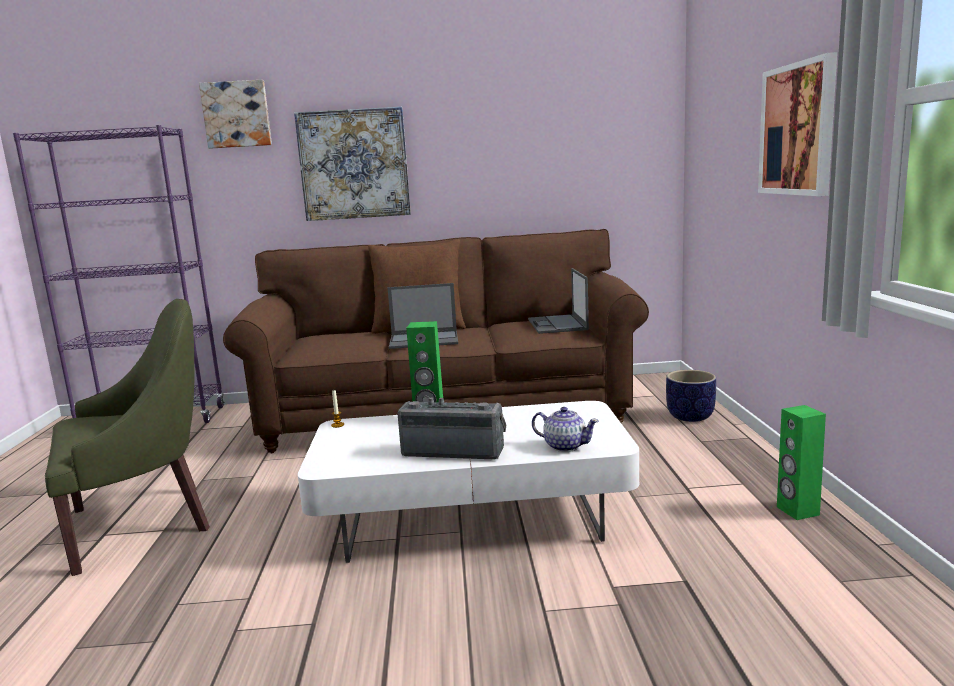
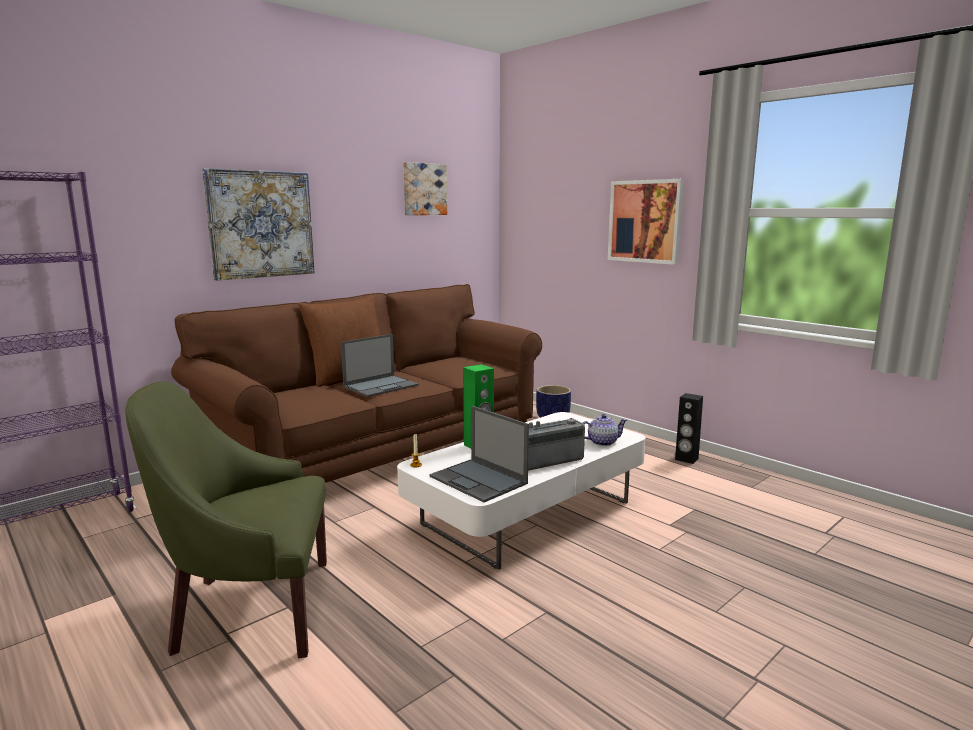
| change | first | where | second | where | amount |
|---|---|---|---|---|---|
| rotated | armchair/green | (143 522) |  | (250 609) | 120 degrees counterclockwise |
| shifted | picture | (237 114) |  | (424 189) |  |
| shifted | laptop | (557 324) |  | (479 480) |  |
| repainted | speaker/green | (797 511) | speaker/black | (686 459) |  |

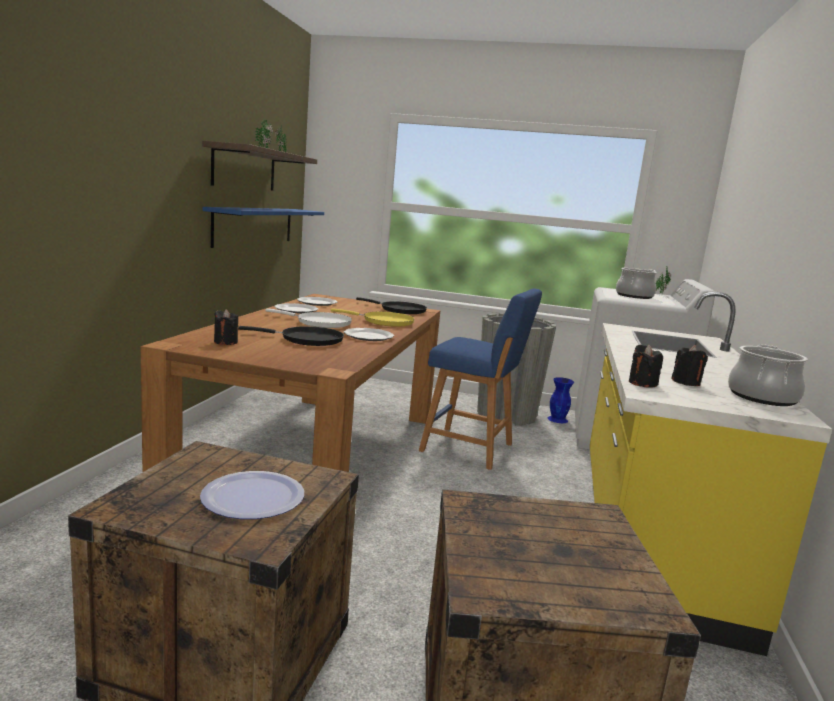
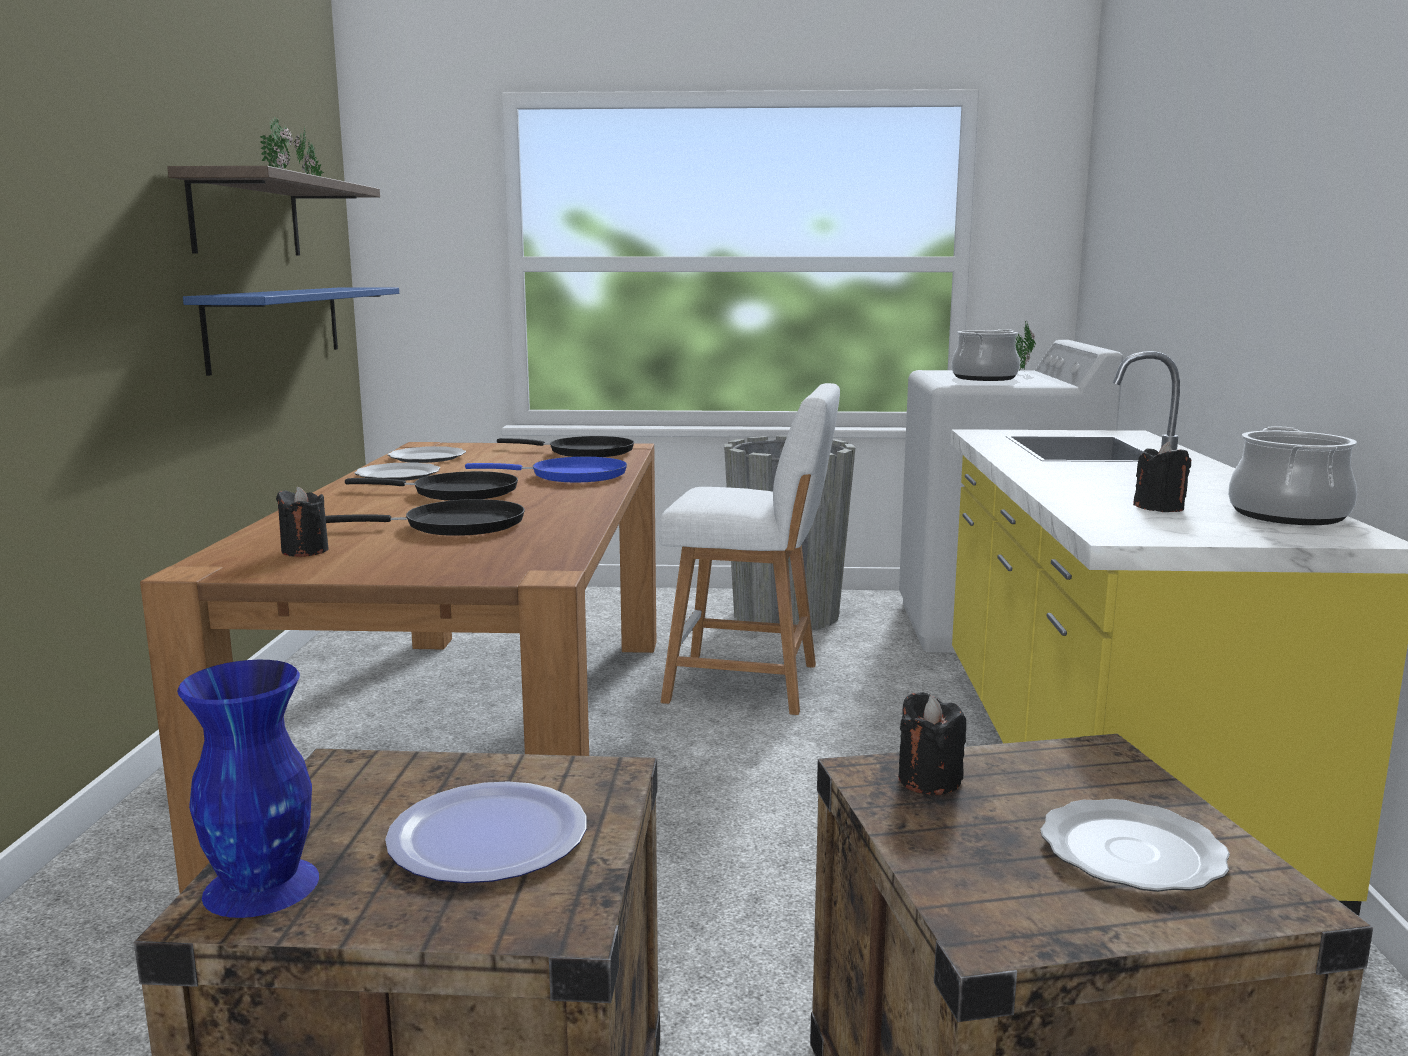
| change | first | where | second | where | amount |
|---|---|---|---|---|---|
| shifted | vase/blue | (558 419) |  | (263 886) |  |
| repainted | frying pan/white | (320 323) | frying pan/black | (458 493) |  |
| repainted | frying pan/yellow | (384 322) | frying pan/blue | (571 476) |  |
| repainted | stool/blue | (471 449) | stool/white | (751 684) |  |
| shifted | candle/black | (642 383) |  | (929 780) |  |
| shifted | plate | (368 336) |  | (1132 853) |  |

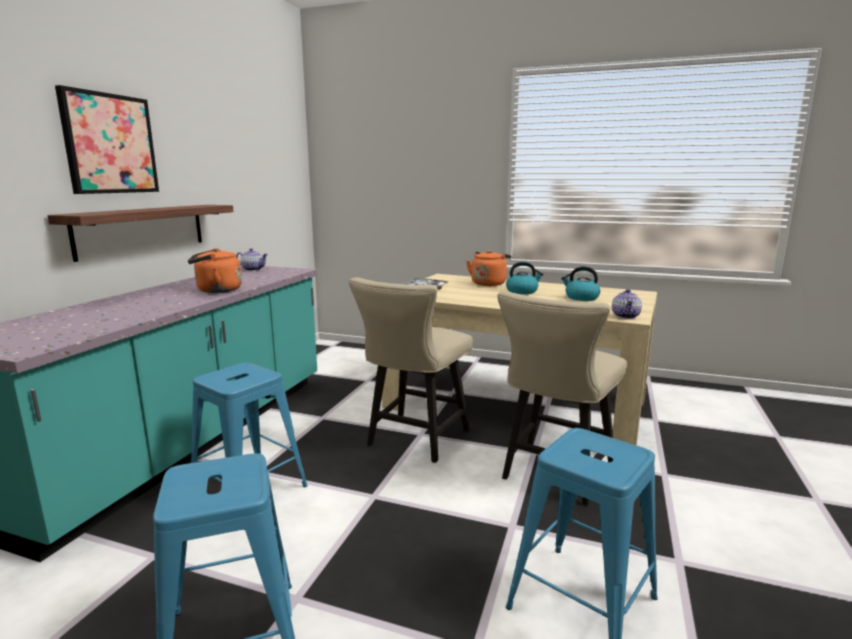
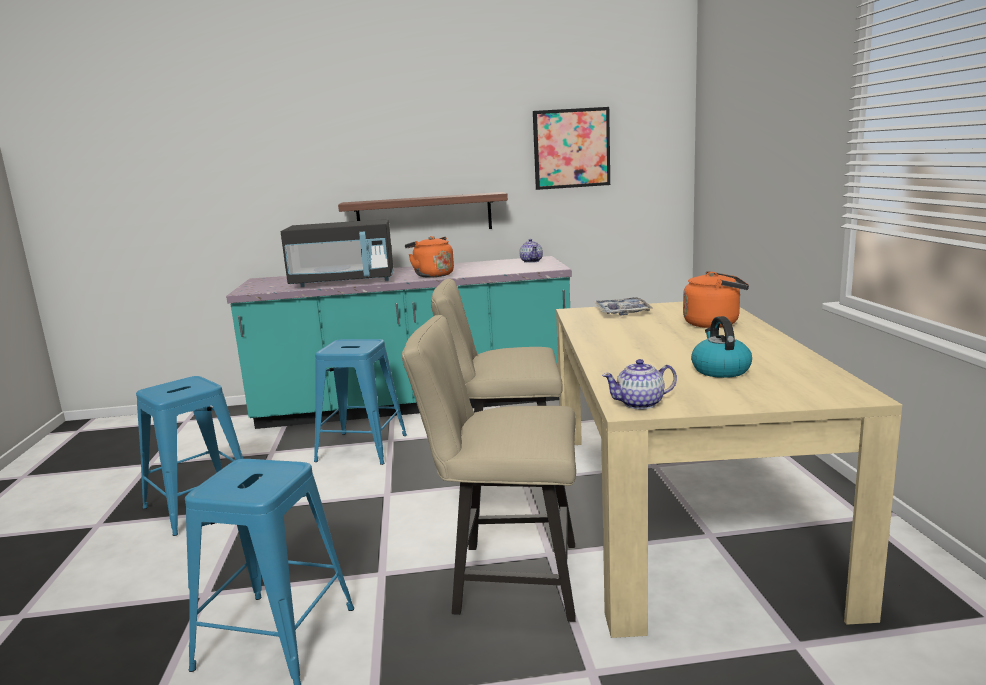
| change | first | where | second | where | amount |
|---|---|---|---|---|---|
| new |  |  | microwave/black | (344 282) |  |
| shifted | picture | (109 144) |  | (571 148) |  |
| gone | kettle | (522 291) |  |  |  |

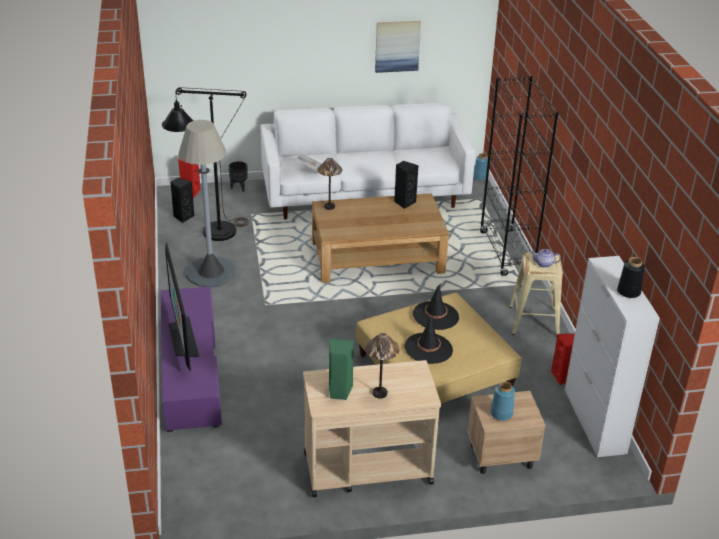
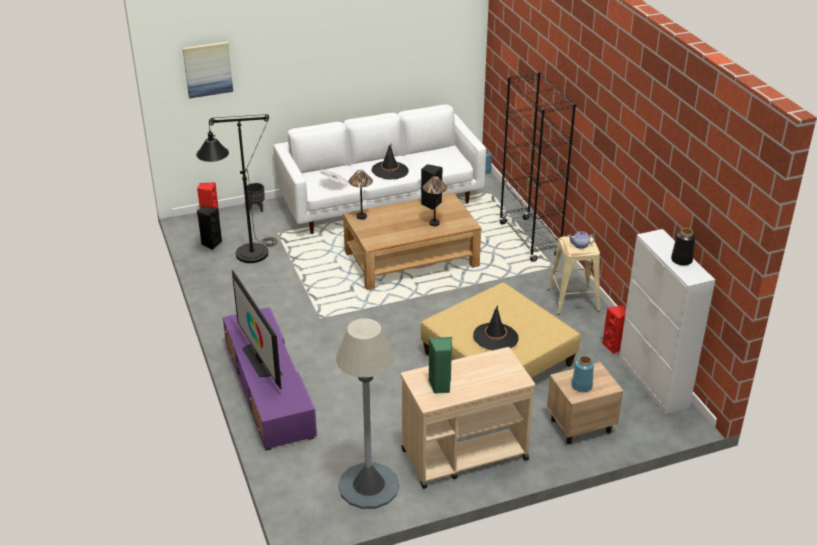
| change | first | where | second | where | amount |
|---|---|---|---|---|---|
| shifted | picture | (397 46) |  | (208 69) |  |
| shifted | floor lamp/grey | (211 273) |  | (369 486) |  |
| shifted | hat/black | (435 316) |  | (390 170) |  |
| shifted | table lamp | (380 393) |  | (434 223) |  |

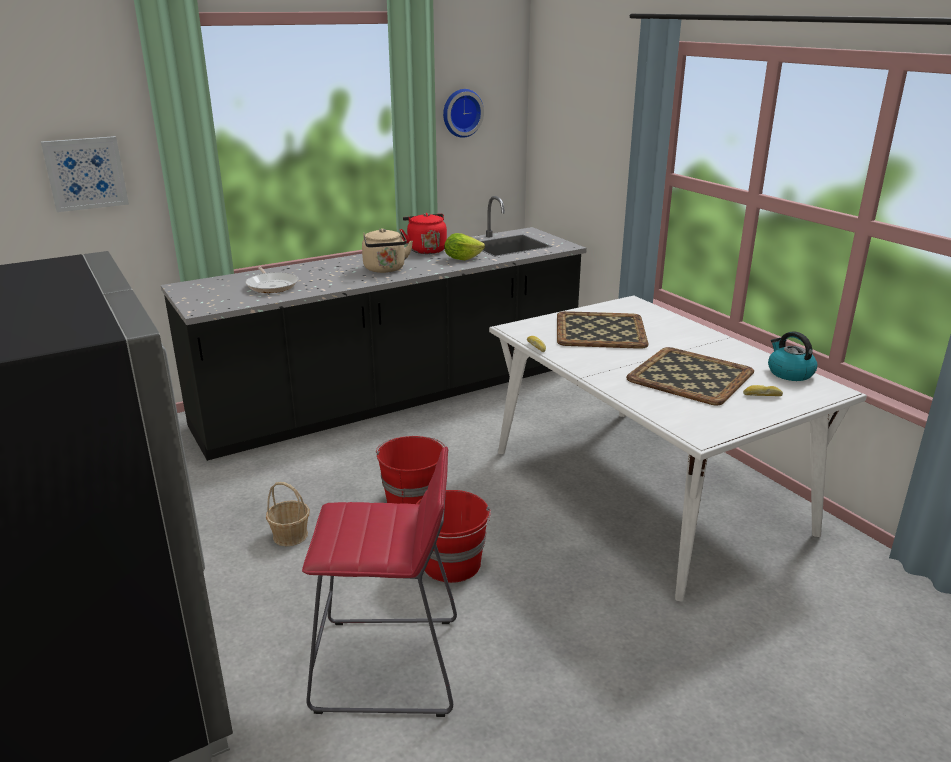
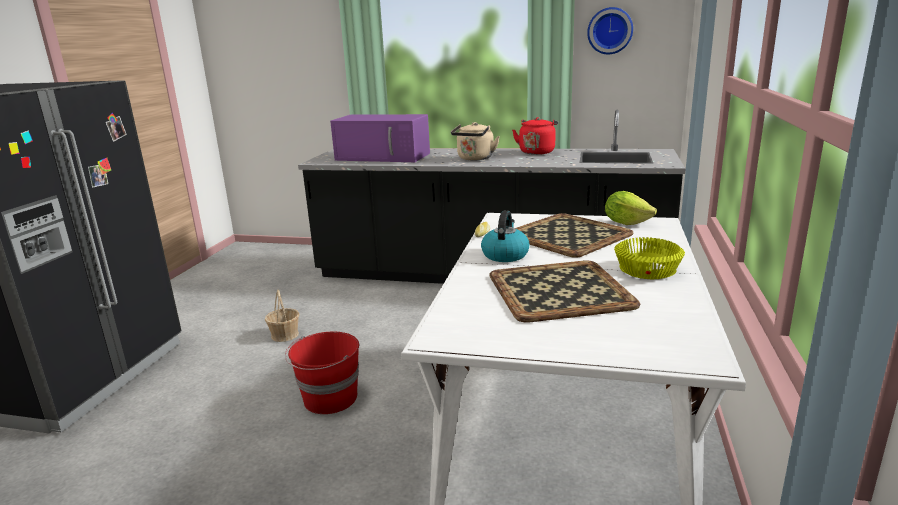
| change | first | where | second | where | amount |
|---|---|---|---|---|---|
| swapped | frying pan | (272 285) | microwave/purple | (384 156) |  |
| shifted | kettle | (789 373) |  | (505 255) |  |
| shifted | lettuce | (462 258) |  | (626 223) |  |
| new |  |  | bowl/yellow | (646 270) |  |
| gone | picture | (85 173) |  |  |  |
| gone | stool/red | (388 665) |  |  |  |
| gone | bucket/red | (412 500) |  |  |  |
| gone | bread | (762 395) |  |  |  |

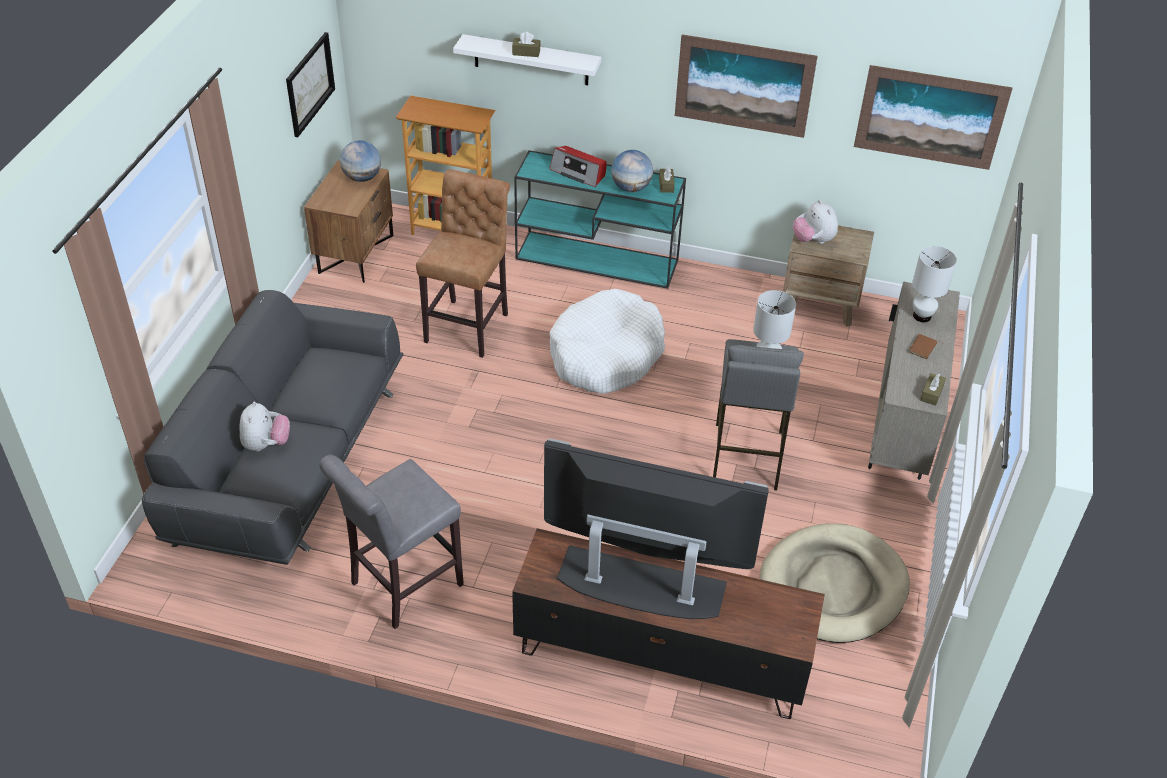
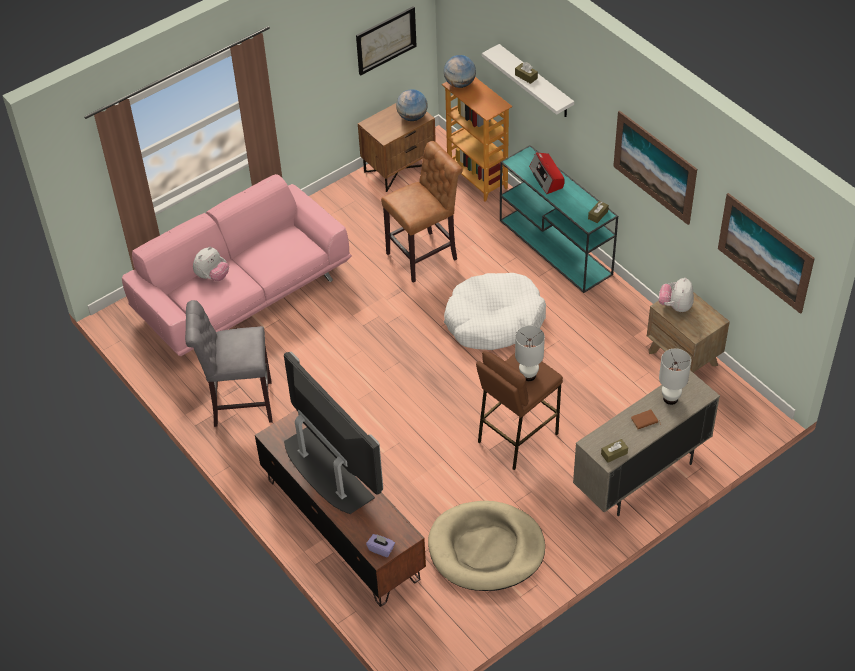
| change | first | where | second | where | amount |
|---|---|---|---|---|---|
| repainted | sofa/grey | (288 460) | sofa/pink | (242 293) |  |
| new |  |  | tissue box/purple | (381 549) |  |
| shifted | globe | (631 188) |  | (460 84) |  |
| repainted | stool/grey | (746 456) | stool/brown | (517 437) |  |

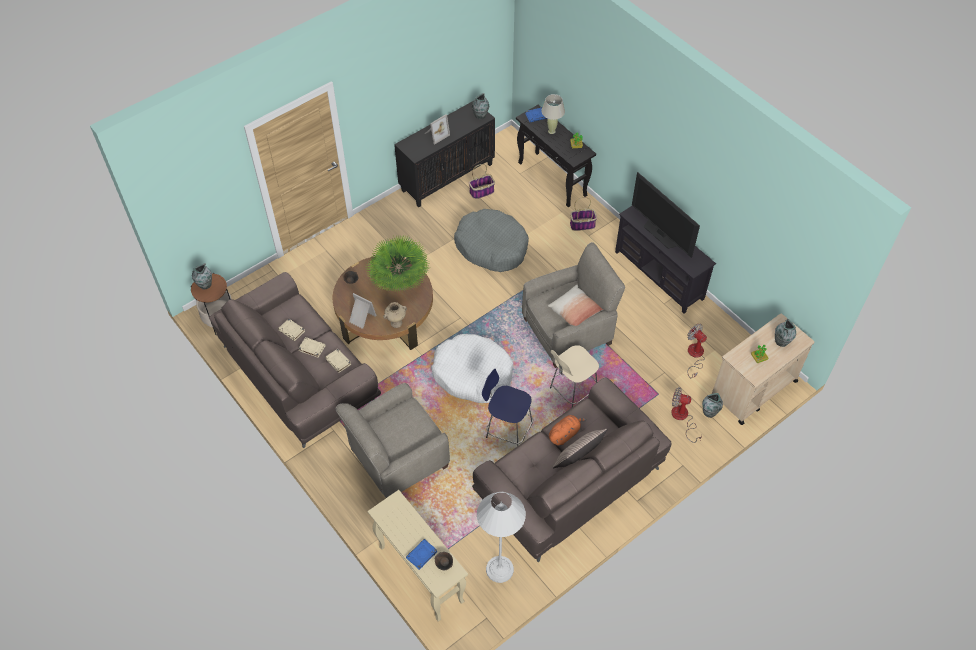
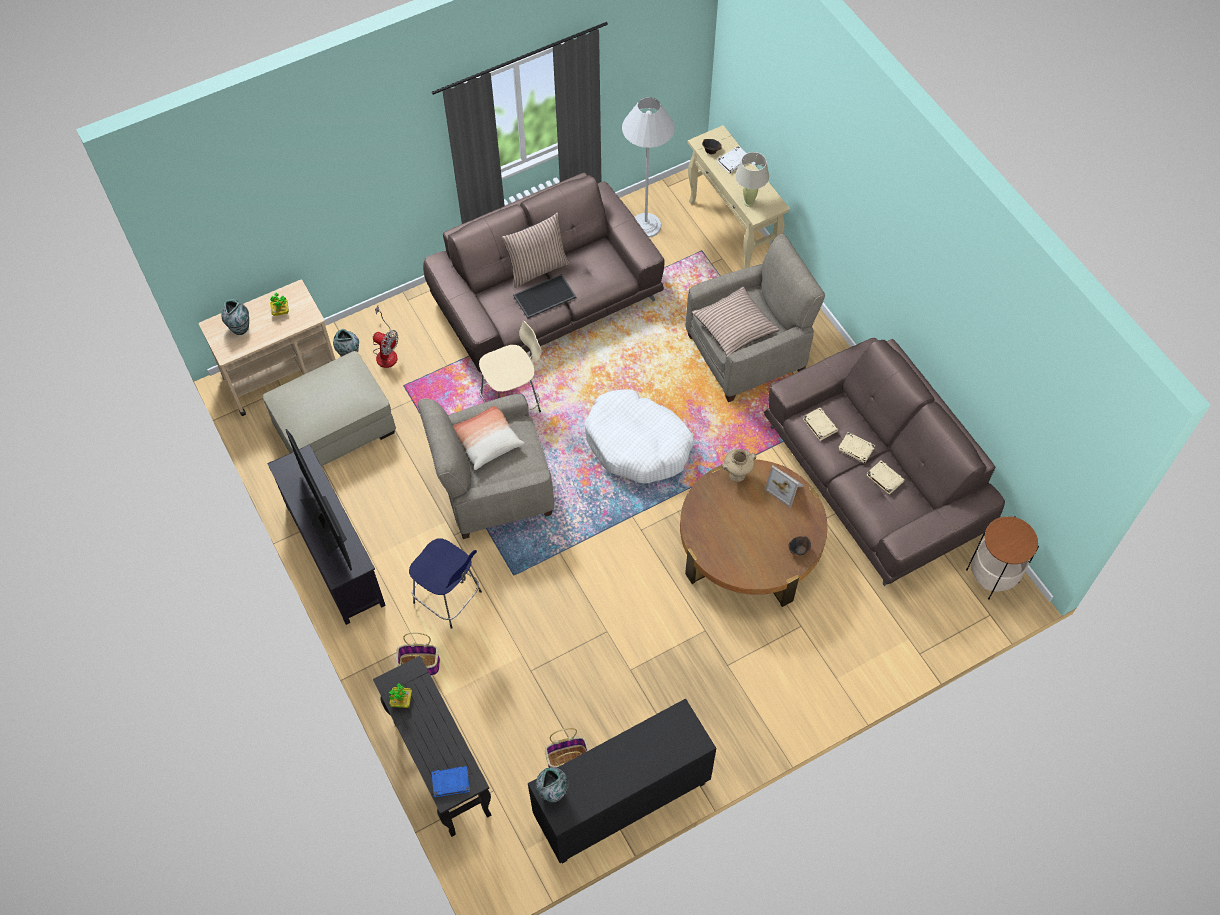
| change | first | where | second | where | amount |
|---|---|---|---|---|---|
| swapped | fan | (695 356) | ottoman/beige | (336 428) |  |
| shifted | stool/blue | (507 429) |  | (449 598) |  |
| swapped | plush toy/orange | (564 434) | tray | (544 297) |  |
| new |  |  | pillow | (734 327) |  |
| repainted | book/blue | (421 555) | book/white | (734 161) |  |
| shifted | table lamp/beige | (551 131) |  | (749 202) |  |
| gone | vase | (205 285) |  |  |  |
| gone | potted plant | (399 283) |  |  |  |
| gone | picture frame | (436 134) |  |  |  |
| gone | dog bed/grey | (491 246) |  |  |  |

